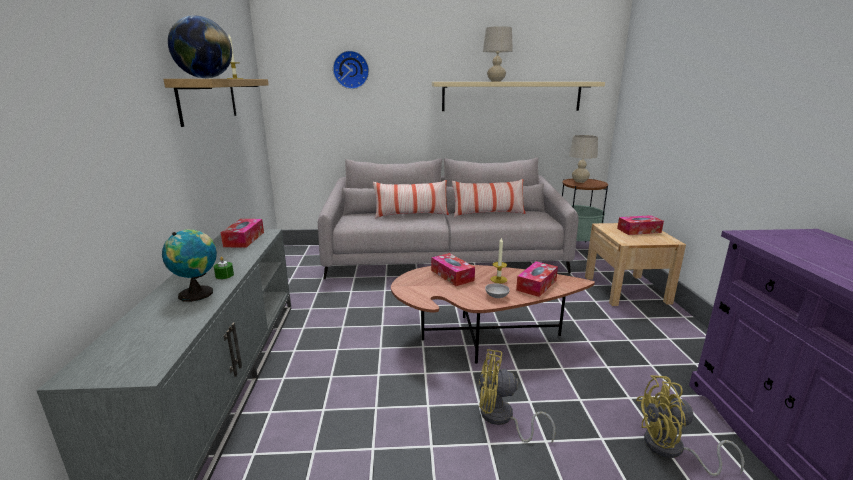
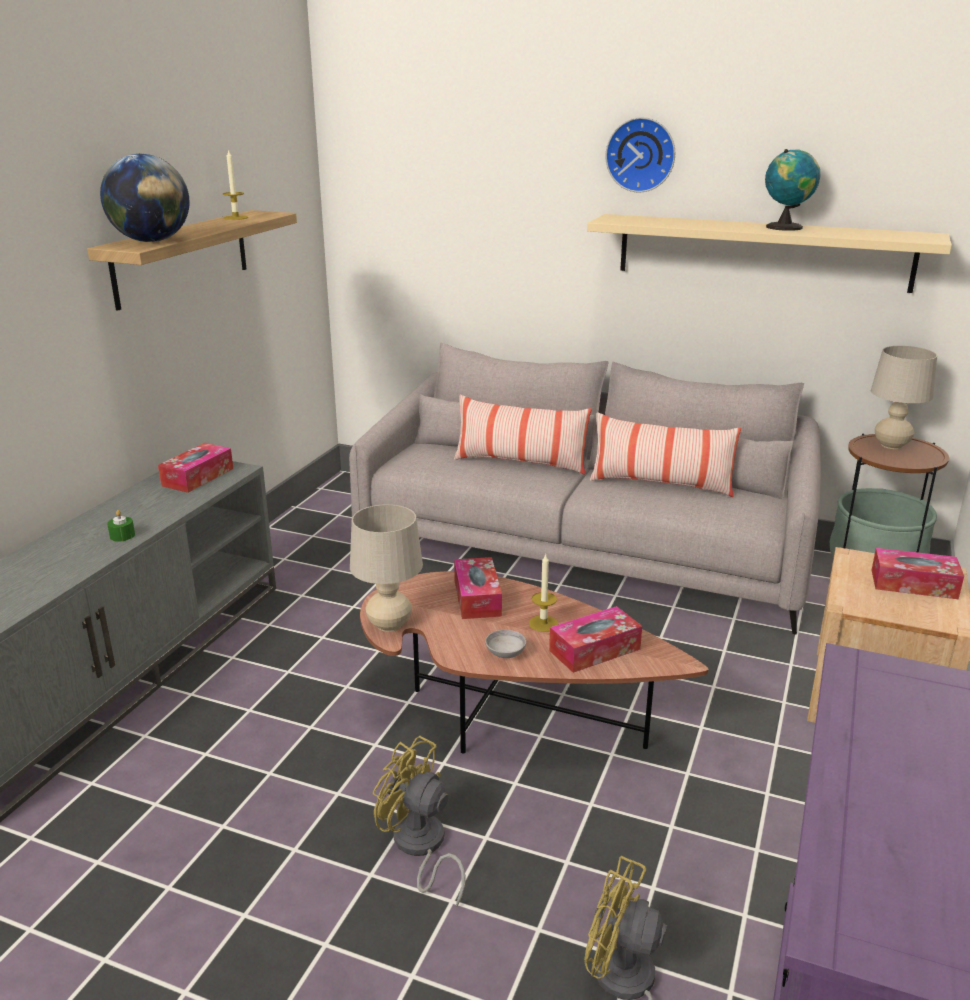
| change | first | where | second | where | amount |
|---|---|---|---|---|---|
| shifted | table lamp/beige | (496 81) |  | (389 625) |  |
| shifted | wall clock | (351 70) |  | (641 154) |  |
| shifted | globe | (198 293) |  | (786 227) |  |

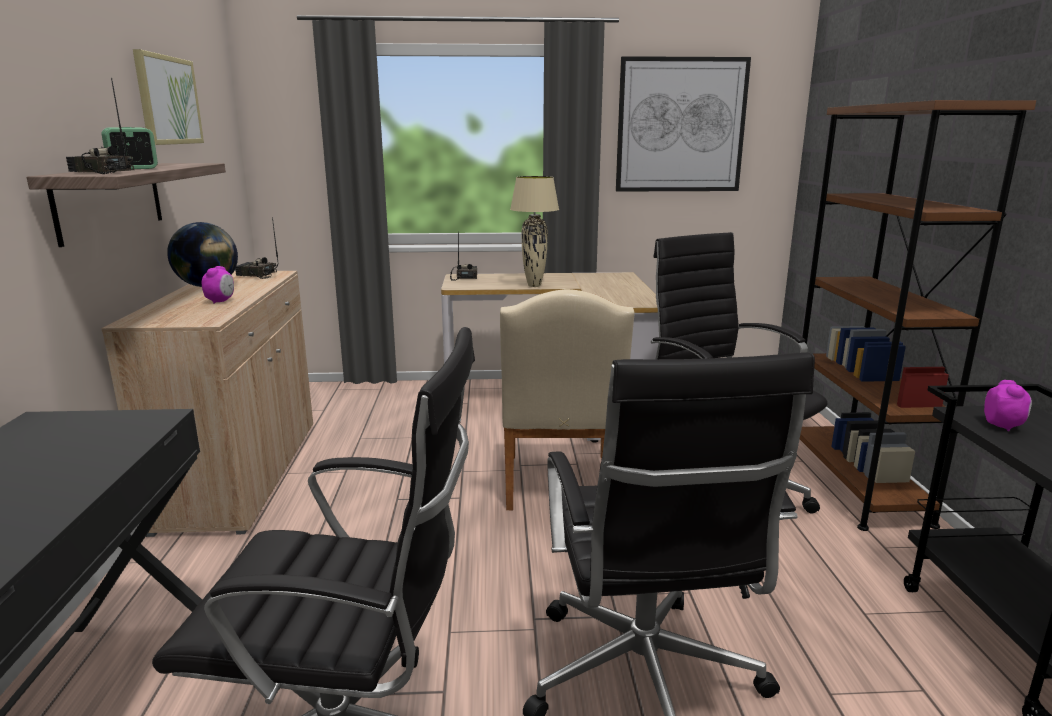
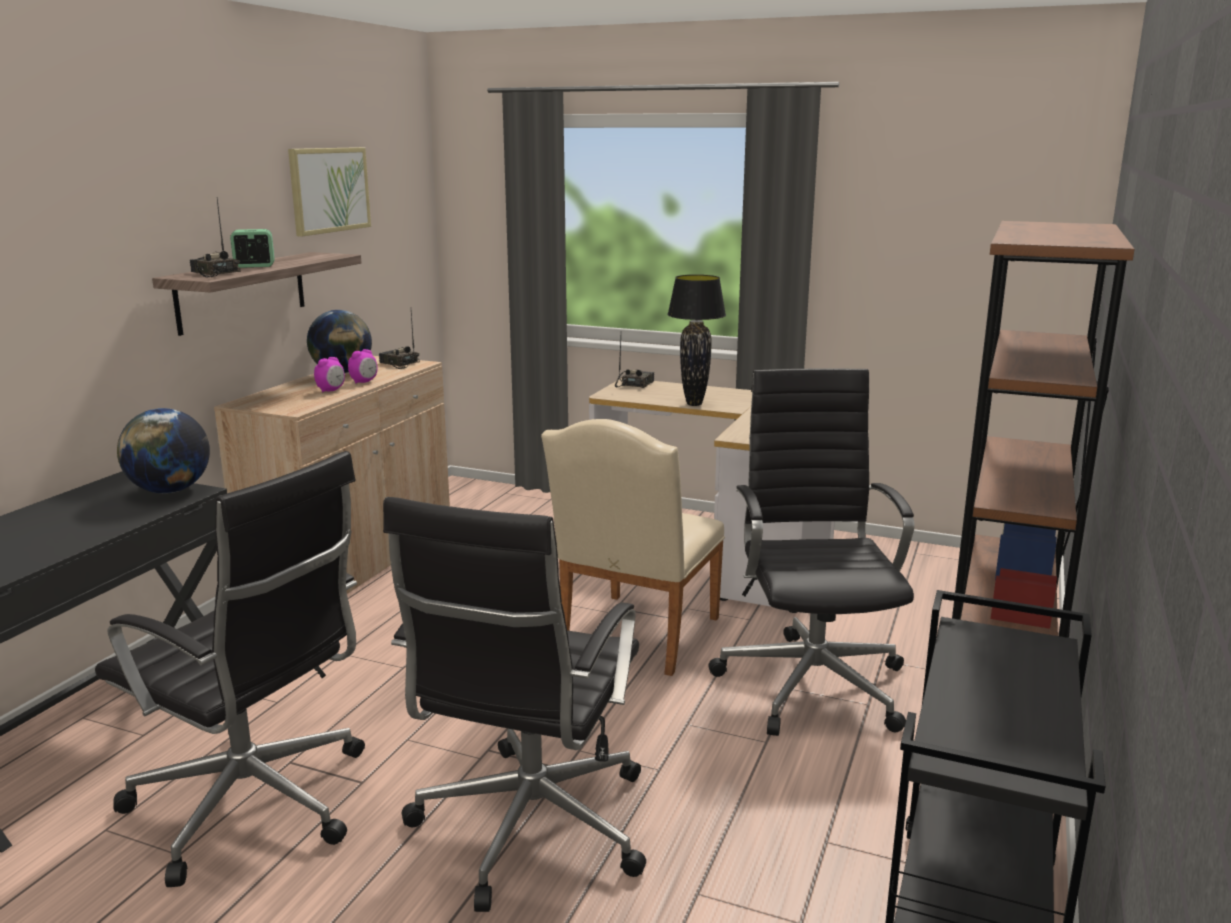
| change | first | where | second | where | amount |
|---|---|---|---|---|---|
| new |  |  | globe | (169 491) |  |
| shifted | alarm clock | (1003 426) |  | (364 382) |  |
| repainted | table lamp/beige | (534 285) | table lamp/black | (694 404) |  |
| gone | picture | (680 125) |  |  |  |

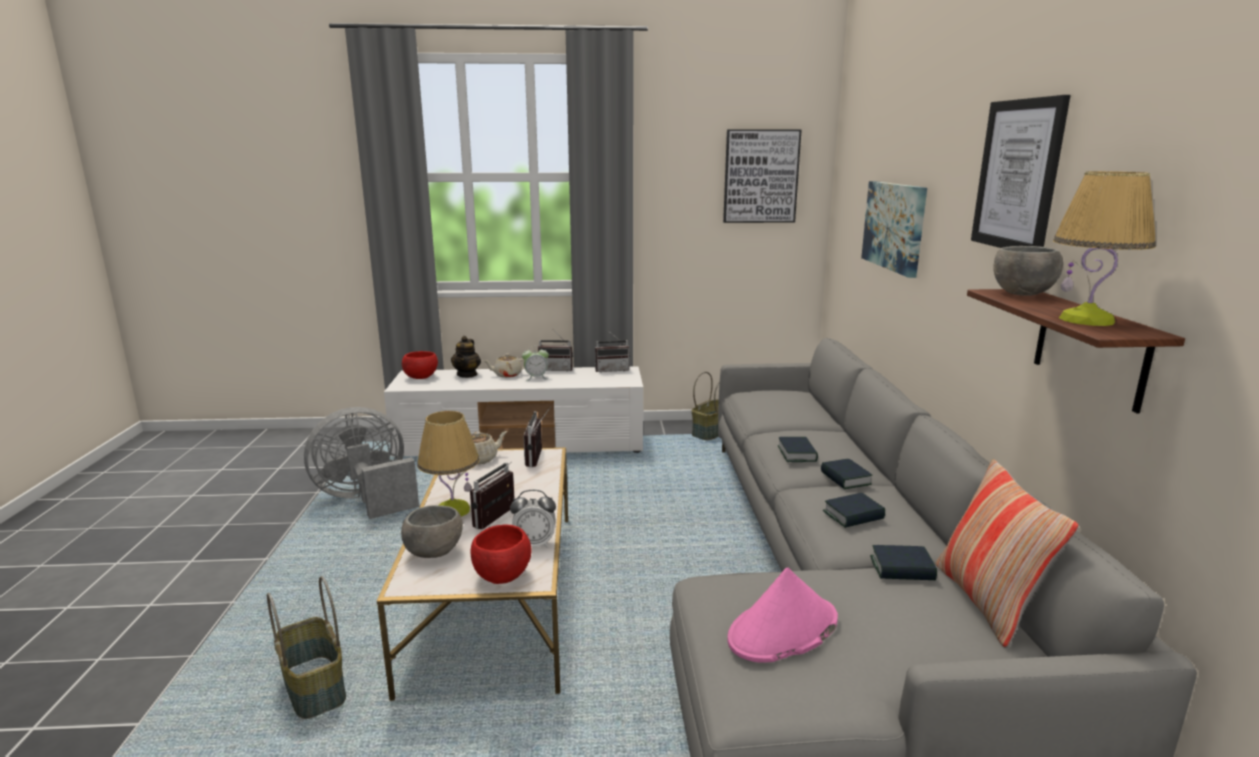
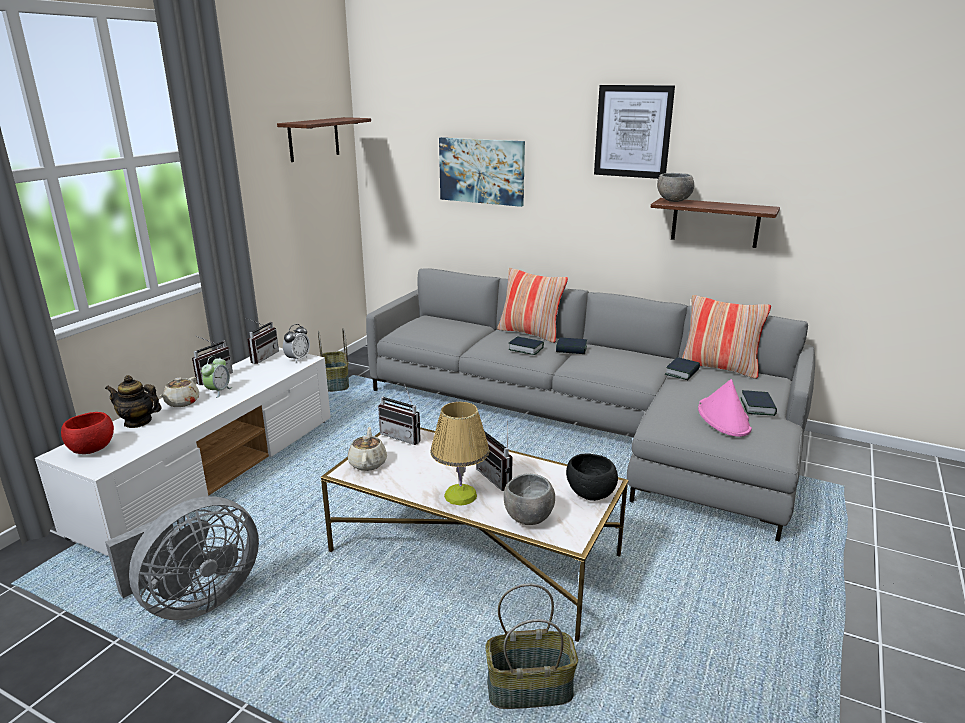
| change | first | where | second | where | amount |
|---|---|---|---|---|---|
| rotated | teapot | (467 374) |  | (138 422) | 150 degrees clockwise |
| rotated | fan/grey | (367 499) |  | (195 601) | 135 degrees counterclockwise |
| swapped | picture | (760 176) | shelf | (314 139) |  |
| shifted | alarm clock | (534 544) |  | (298 359) |  |
| new |  |  | pillow | (530 333) |  |
| repainted | bowl/red | (502 576) | bowl/black | (591 495) |  |
| shifted | book | (853 515) |  | (757 407) |  |
| gone | table lamp | (1087 320) |  |  |  |

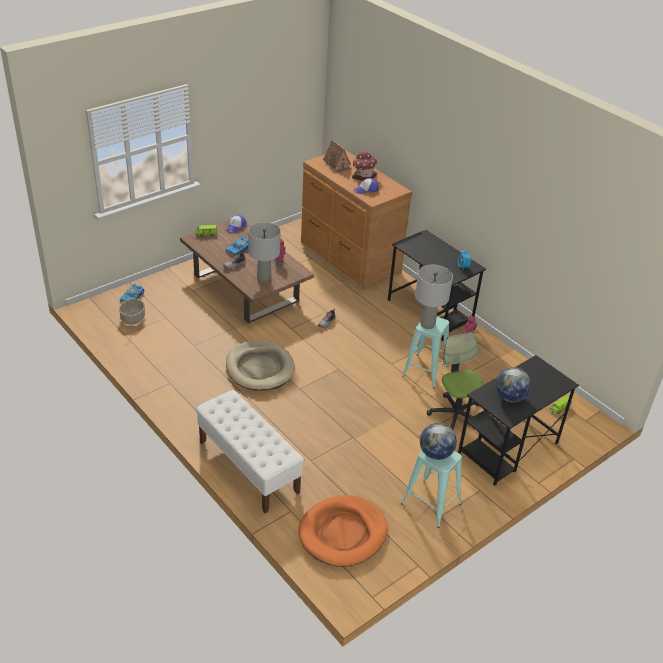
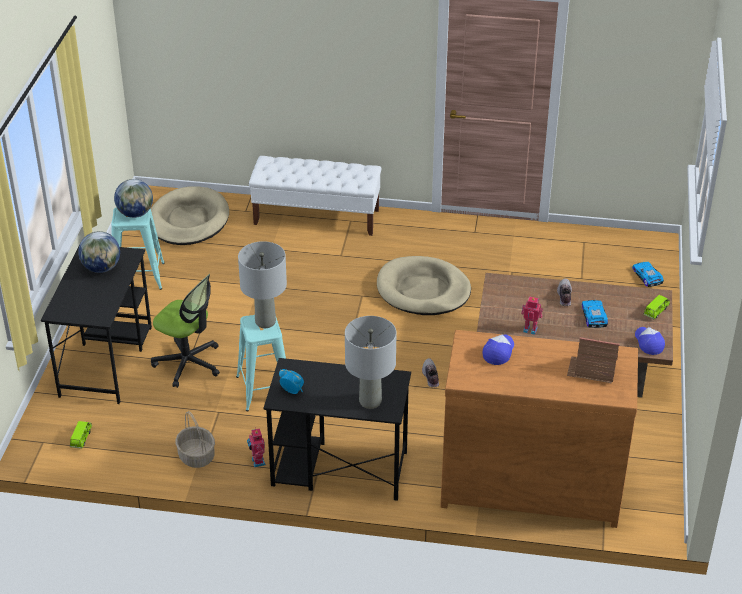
| change | first | where | second | where | amount |
|---|---|---|---|---|---|
| repainted | dog bed/orange | (343 533) | dog bed/beige | (189 220) |  |
| shifted | basket | (133 318) |  | (197 456) |  |
| shifted | table lamp/grey | (264 278) |  | (370 402) |  |
| gone | toy house | (363 176) |  |  |  |

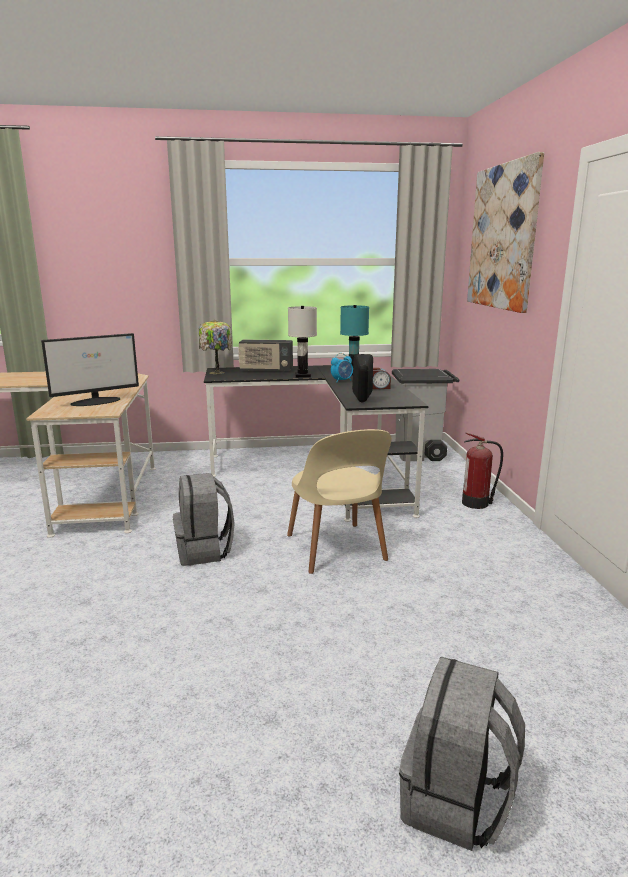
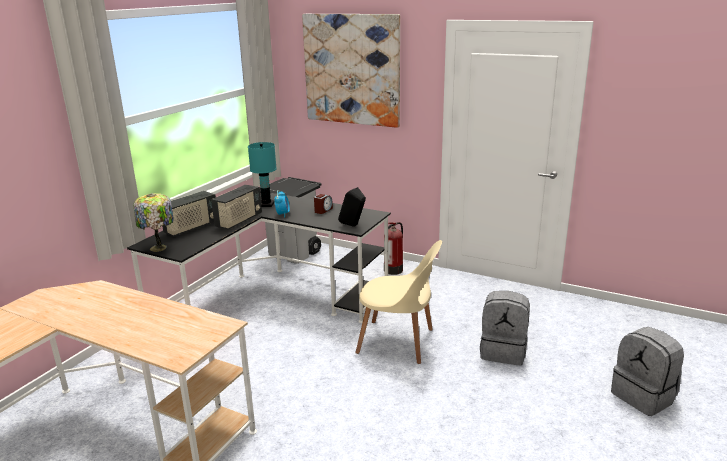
| change | first | where | second | where | amount |
|---|---|---|---|---|---|
| swapped | table lamp/white | (303 375) | radio | (239 221) |  |
| shifted | backpack/grey | (204 551) |  | (503 351) |  |
| gone | monitor | (96 401) |  |  |  |

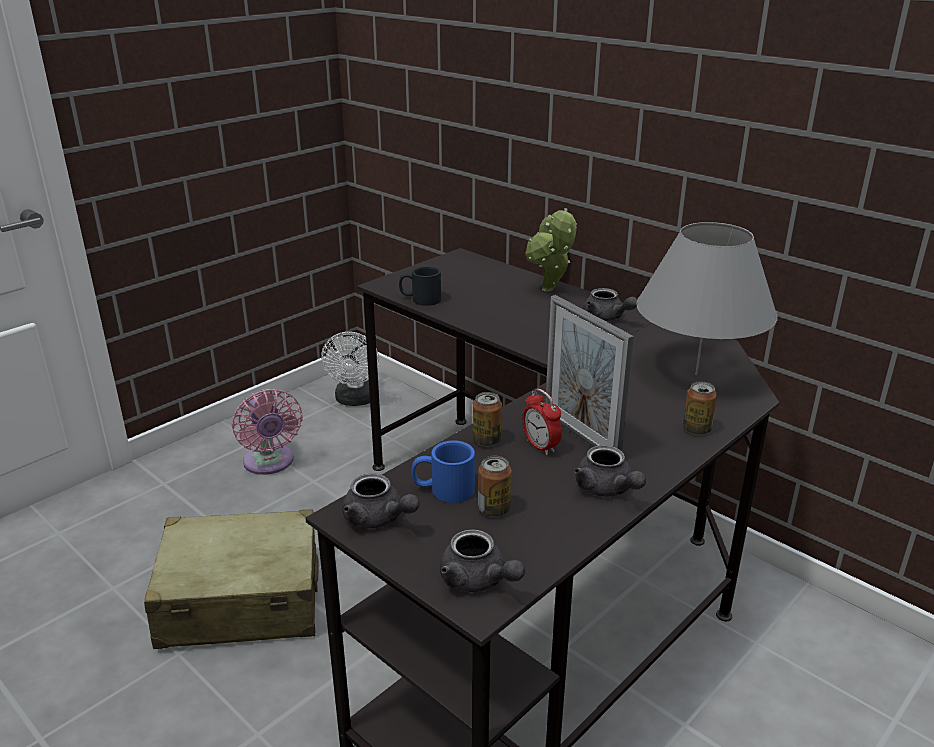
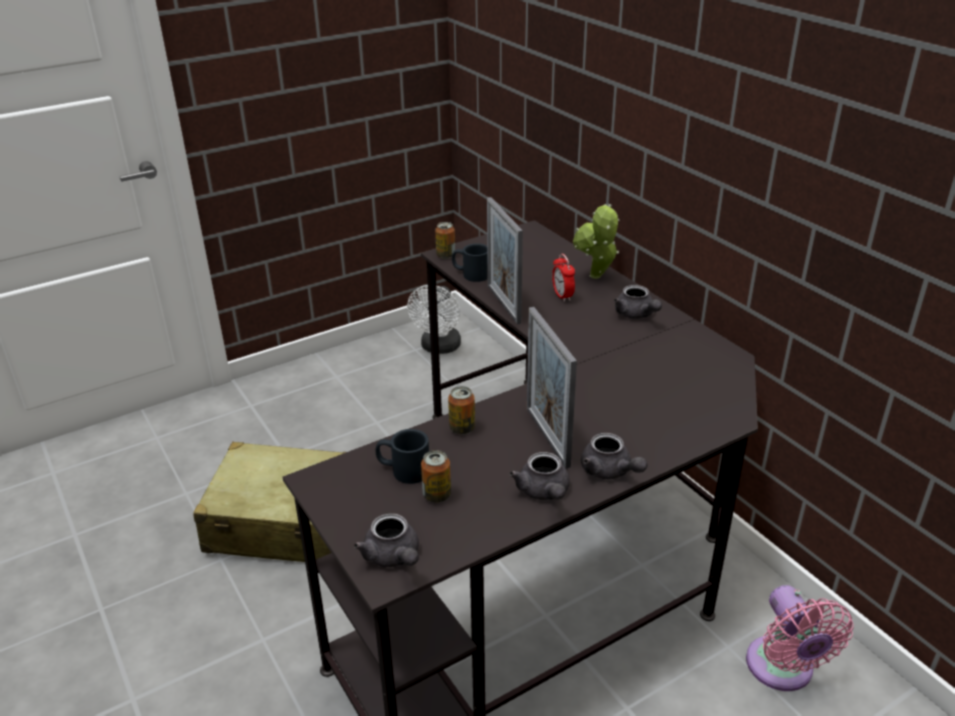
| change | first | where | second | where | amount |
|---|---|---|---|---|---|
| repainted | mug/blue | (443 490) | mug/black | (403 470) |  |
| shifted | can | (696 429) |  | (445 255) |  |
| new |  |  | picture frame | (503 304) |  |
| shifted | alarm clock | (540 446) |  | (562 296) |  |
| shifted | teapot/grey | (378 519) |  | (610 471) |  |
| shifted | fan/pink | (270 463) |  | (782 670) |  |
| gone | table lamp/grey | (696 374) |  |  |  |

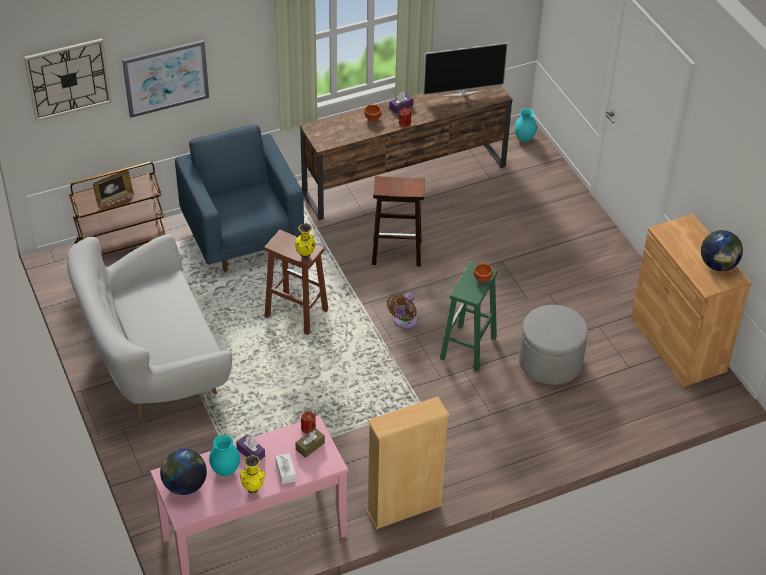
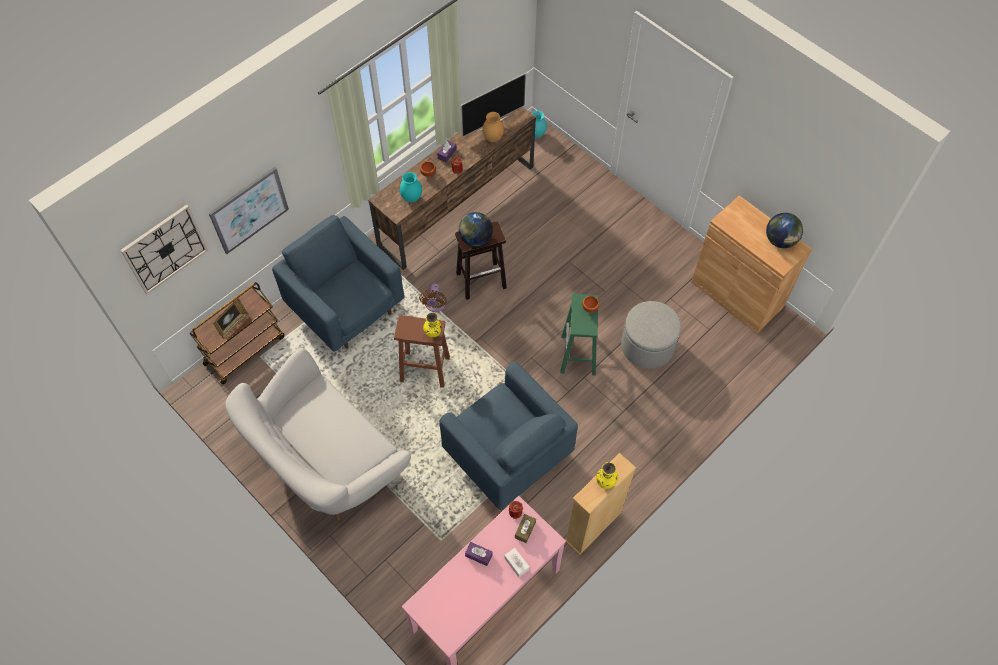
| change | first | where | second | where | amount |
|---|---|---|---|---|---|
| shifted | vase/turquoise | (225 471) |  | (411 198) |  |
| shifted | fan/brown | (404 322) |  | (435 306) |  |
| new |  |  | armchair/blue | (506 454) |  |
| shifted | globe | (184 485) |  | (475 239) |  |
| new |  |  | vase/brown | (492 138) |  |
| shifted | vase/yellow | (253 489) |  | (605 483) |  |

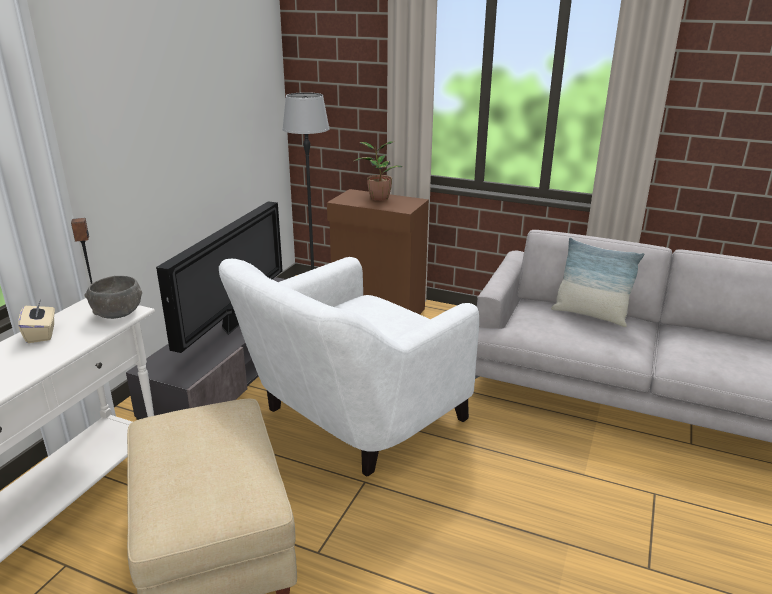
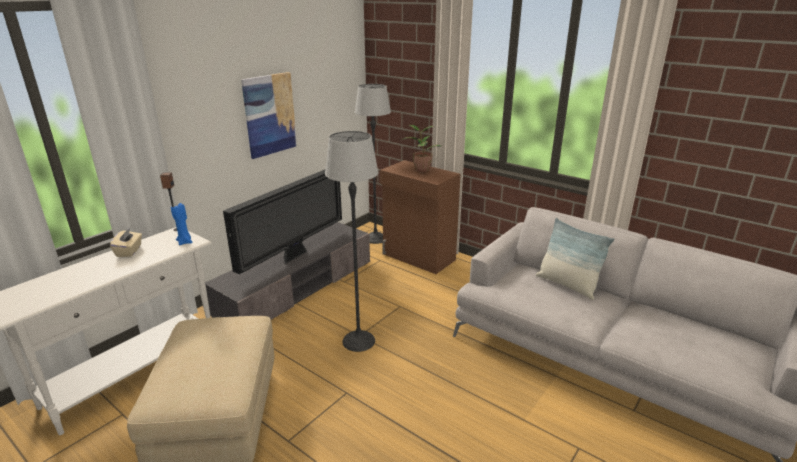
| change | first | where | second | where | amount |
|---|---|---|---|---|---|
| swapped | bowl/grey | (118 313) | candle/blue | (185 242) |  |
| new |  |  | picture | (270 114) |  |
| swapped | armchair/white | (350 418) | floor lamp | (358 341) |  |

